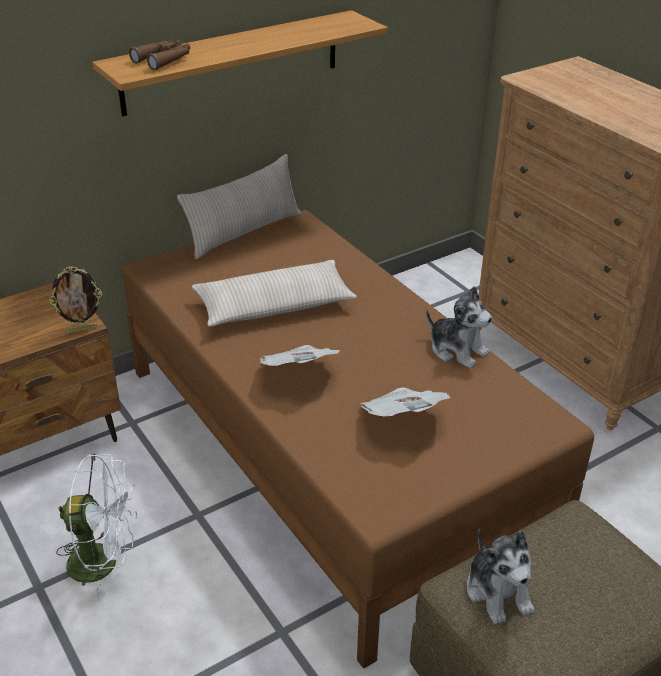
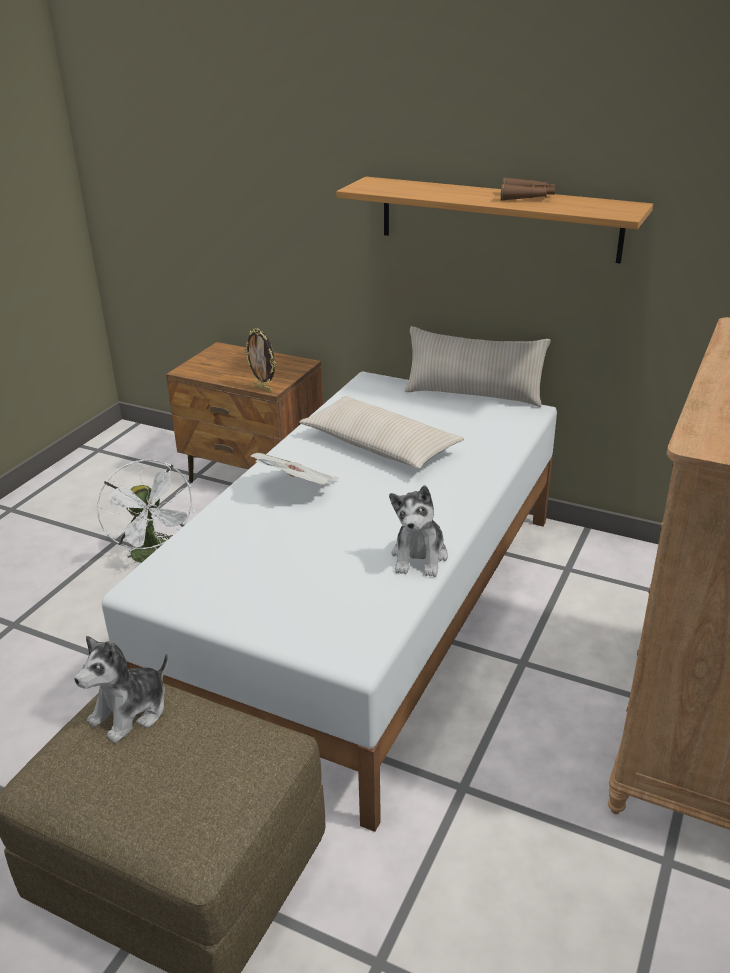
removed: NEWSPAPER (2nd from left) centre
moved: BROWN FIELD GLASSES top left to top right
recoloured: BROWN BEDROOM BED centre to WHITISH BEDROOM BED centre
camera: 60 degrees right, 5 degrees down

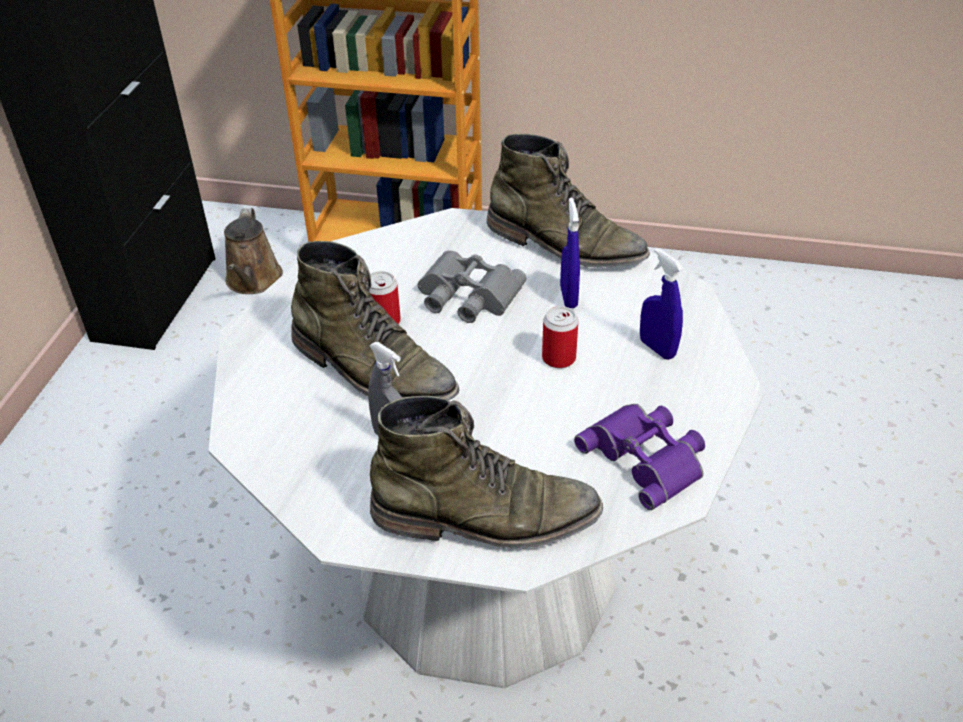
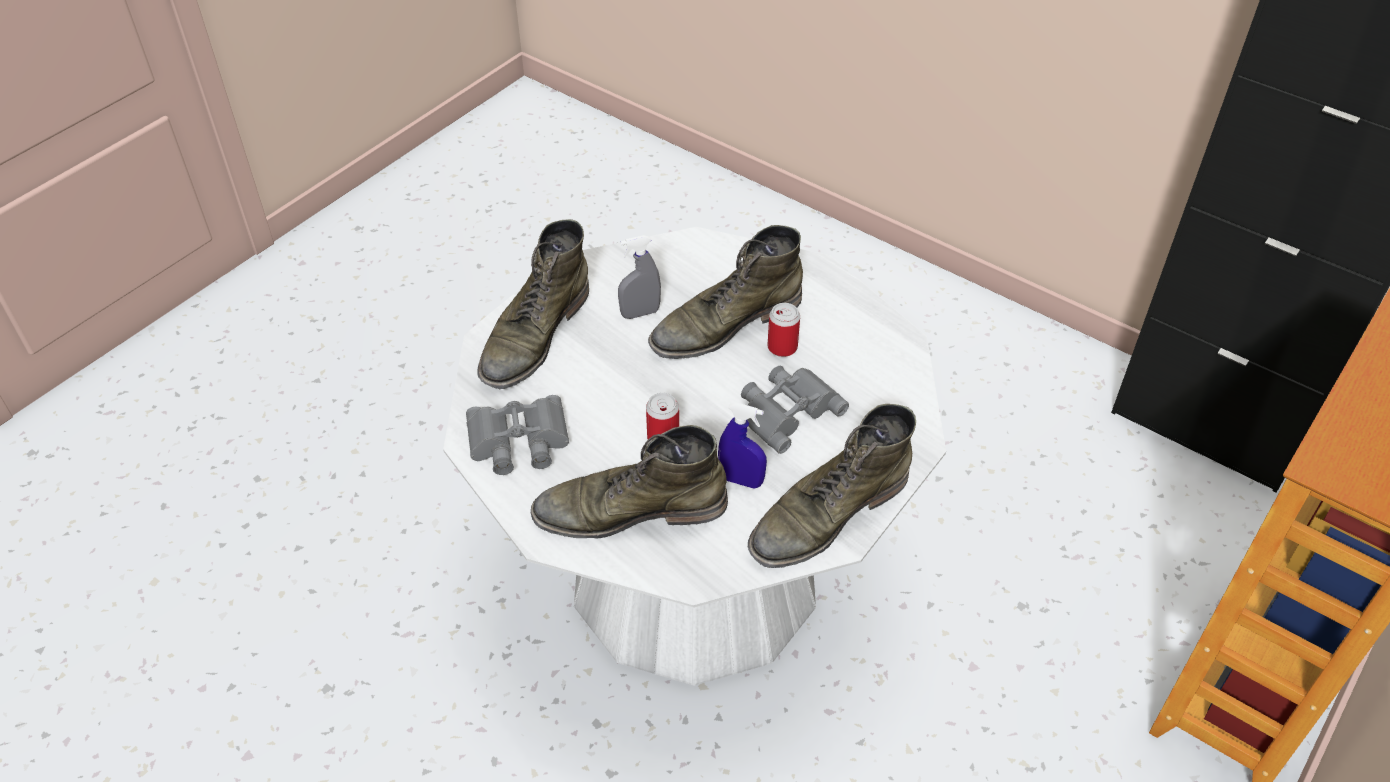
removed: BROWN WATERING POT middle left
replaced: BLUE-COLOURED SPRAYER (2nd from left) middle right to GREENISH BOOT (2nd from left) centre
recoloured: PURPLISH FIELD GLASSES centre to GREY FIELD GLASSES (1st from left) centre
camera: 115 degrees right, 5 degrees up

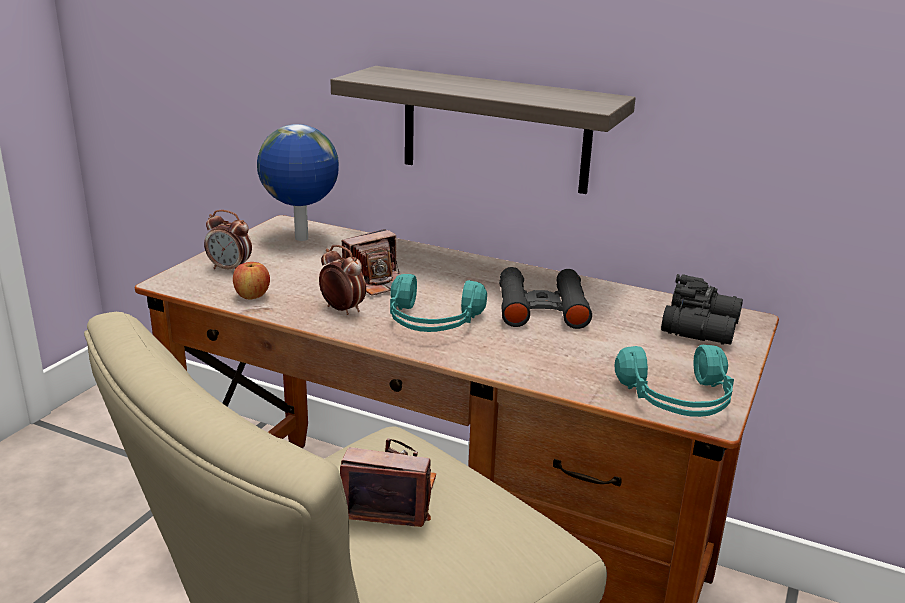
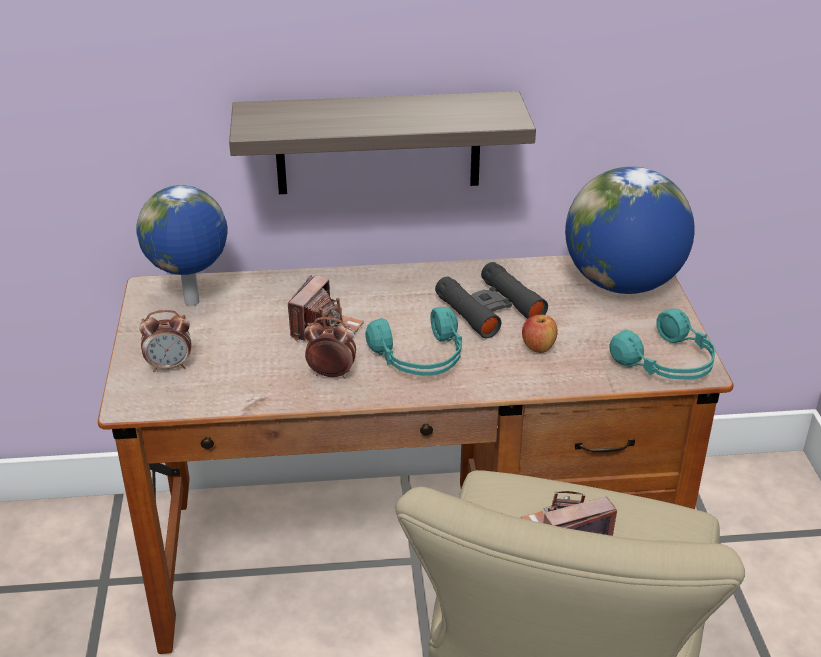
moved: APPLE middle left to centre
replaced: BLACK FIELD GLASSES (2nd from left) middle right to GLOBE (2nd from left) middle right
camera: 30 degrees left, 10 degrees up

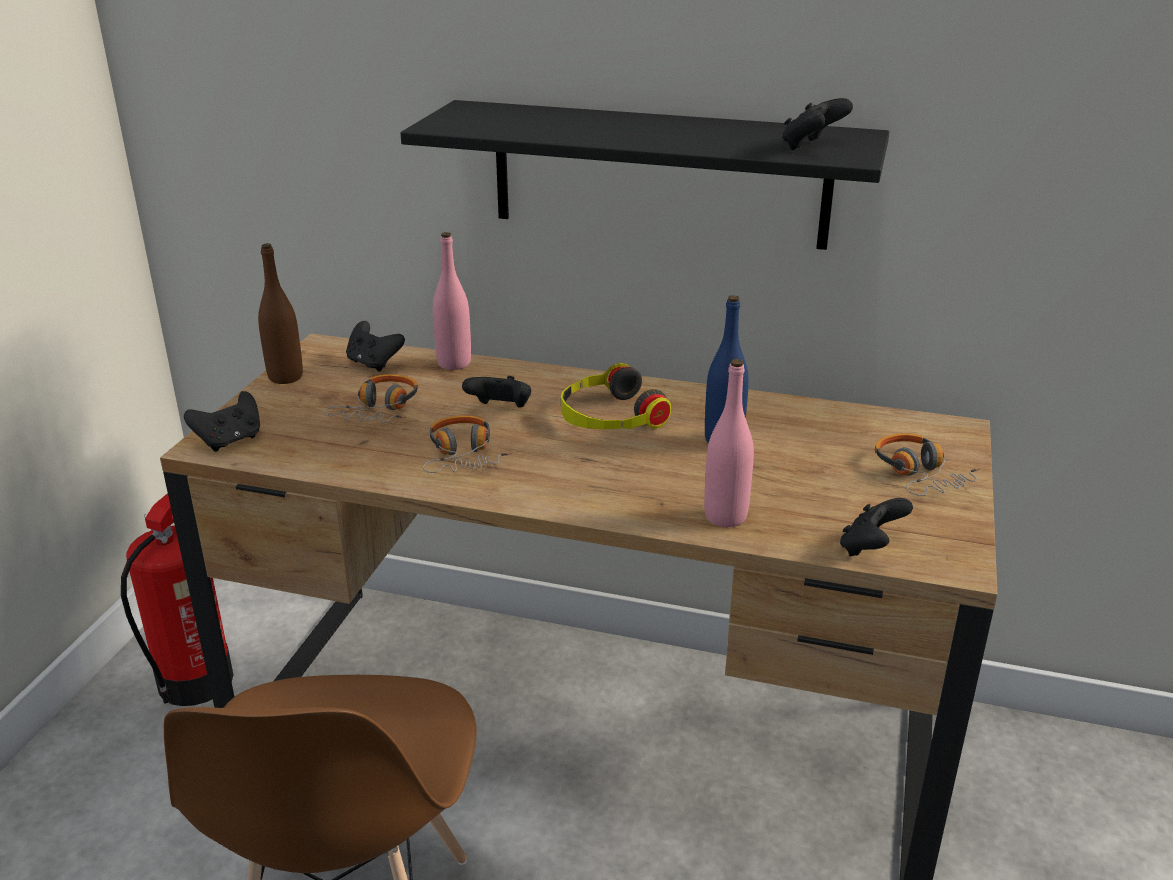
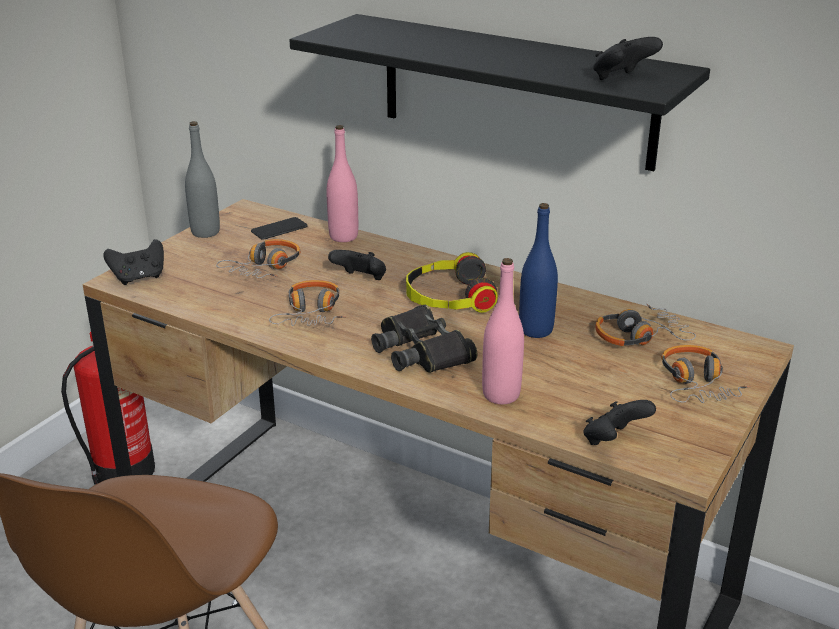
added: BLACK FIELD GLASSES centre; HEADSET (4th from left) middle right
replaced: BLACK GAME CONTROLLER (2nd from left) middle left to HANDSET middle left
recoloured: BROWN BEVERAGE BOTTLE middle left to GREY BEVERAGE BOTTLE top left
camera: 15 degrees right, 0 degrees up

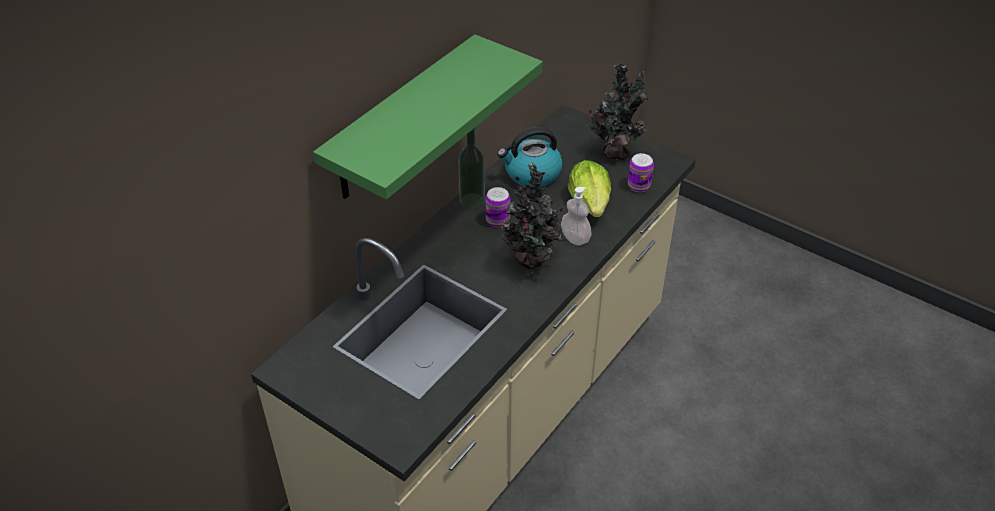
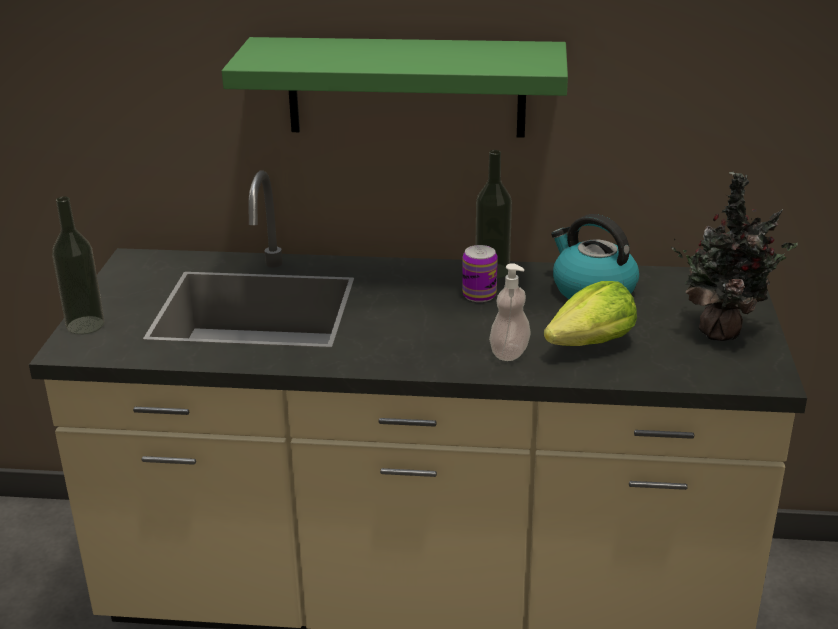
removed: PLANT IN A POT (1st from left) centre; CAN (2nd from left) centre
added: BEVERAGE BOTTLE (1st from left) middle left
camera: 60 degrees right, 15 degrees down

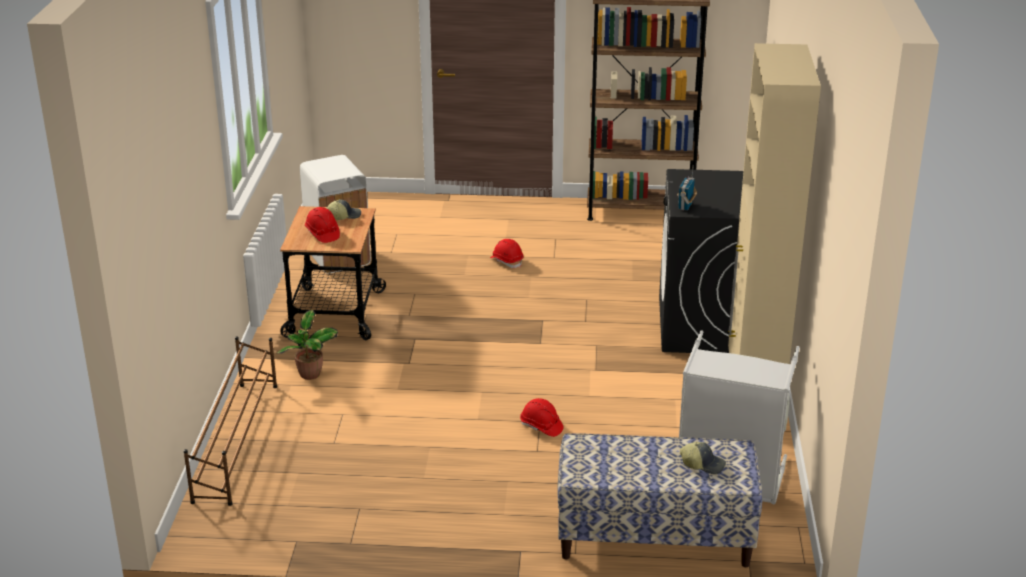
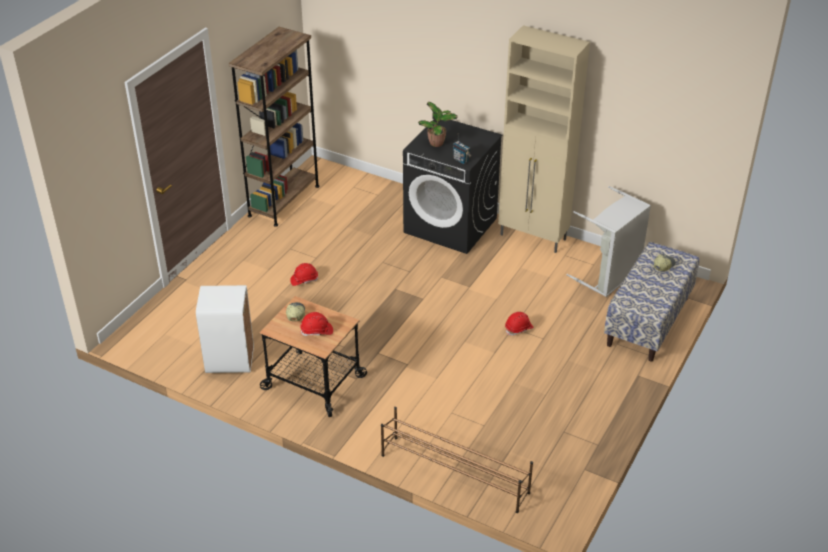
moved: PLANT IN A POT middle left to top centre
camera: 65 degrees left, 10 degrees up

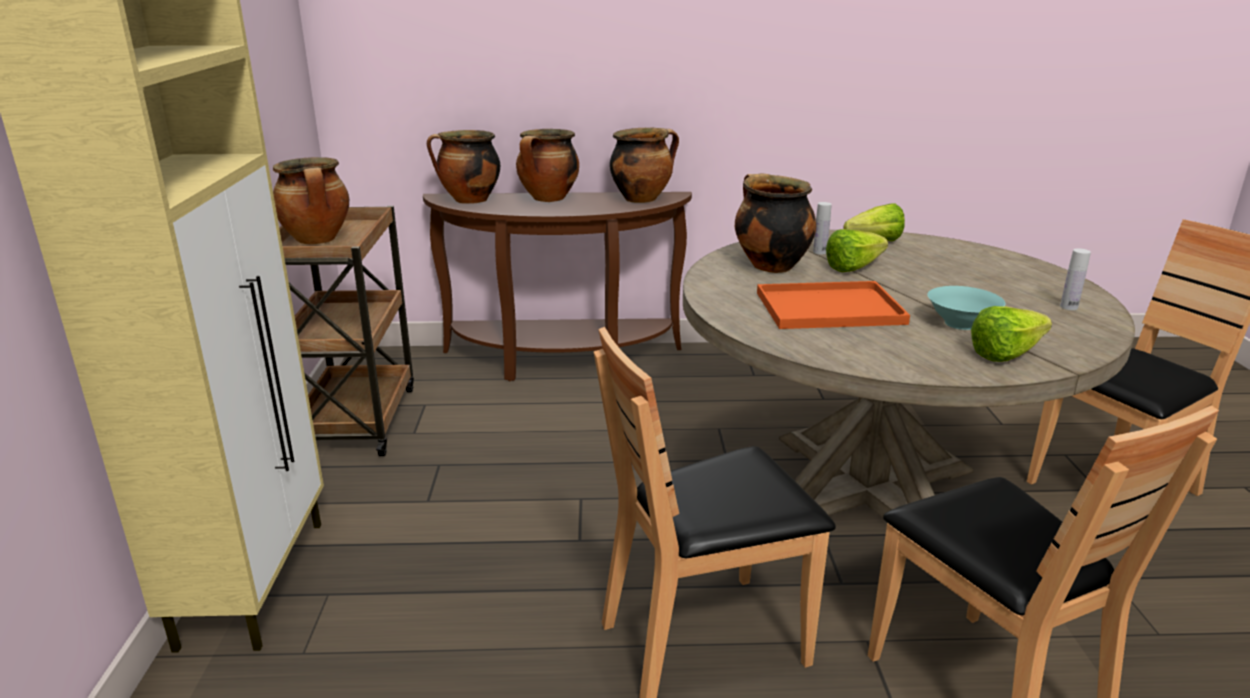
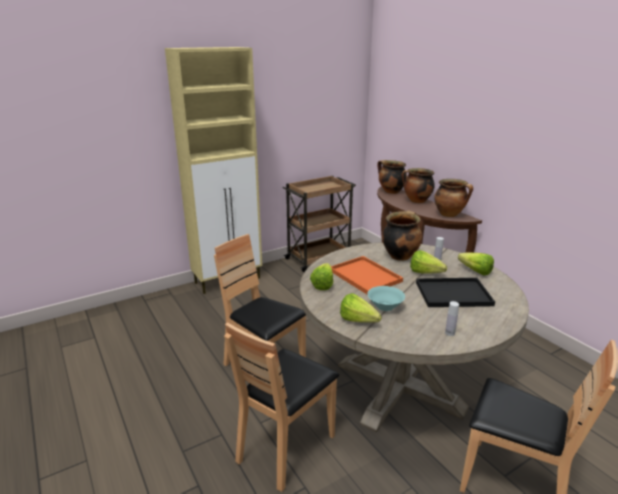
removed: SAUCEPOT (1st from left) top left
added: HEAD OF LETTUCE (1st from left) centre; BLACK SERVING TRAY middle right
camera: 60 degrees right, 0 degrees up

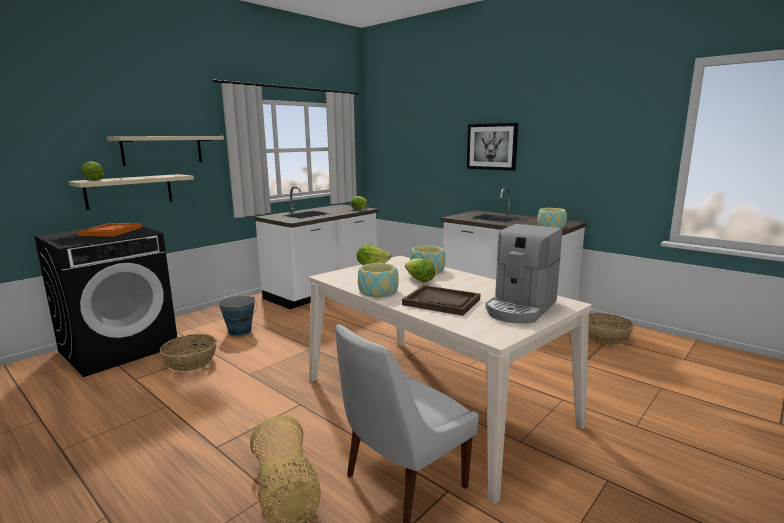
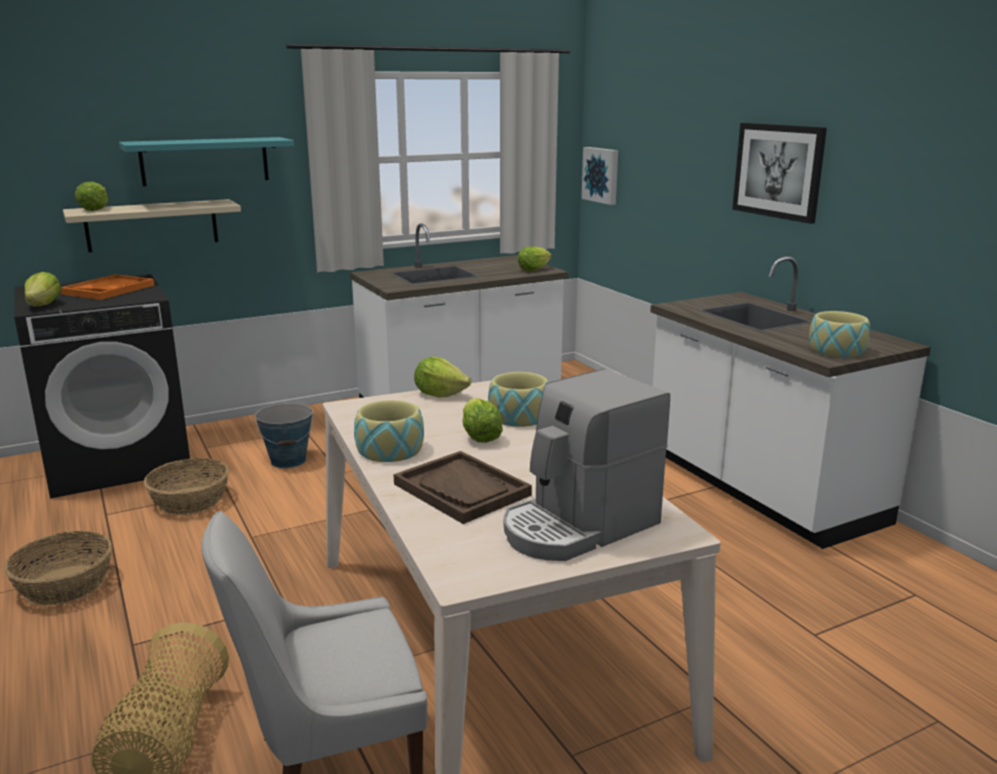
added: HEAD OF LETTUCE (1st from left) middle left; WALL ART (1st from left) top centre
moved: BASKET (3rd from left in the first image) middle right to BASKET (1st from left) bottom left
recoloured: BEIGE-COLOURED WALL SHELF (2nd from left) top left to TURQUOISE WALL SHELF top left
camera: 20 degrees right, 5 degrees up

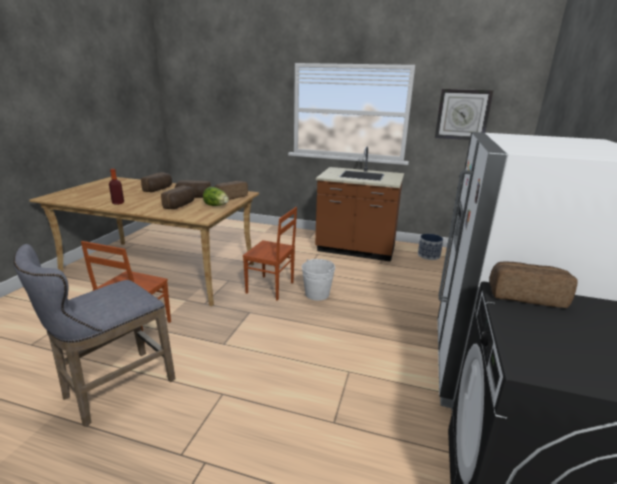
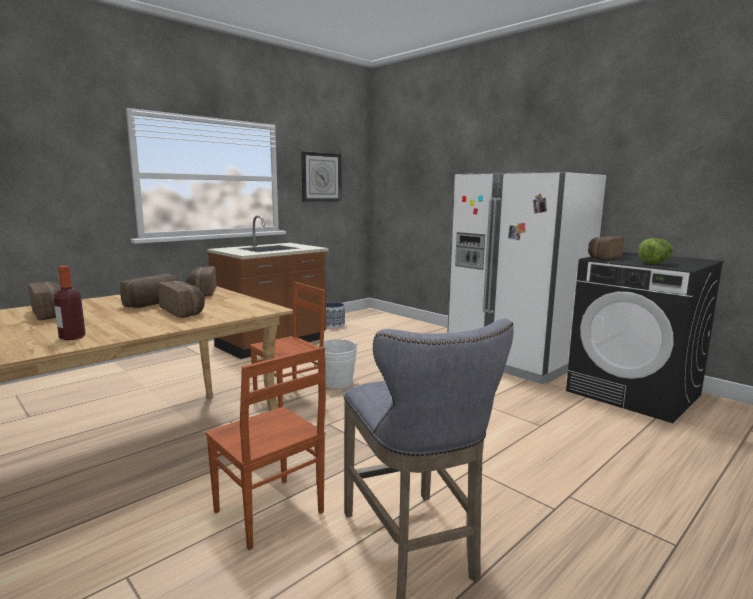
moved: HEAD OF LETTUCE centre to middle right
camera: 60 degrees left, 10 degrees down

